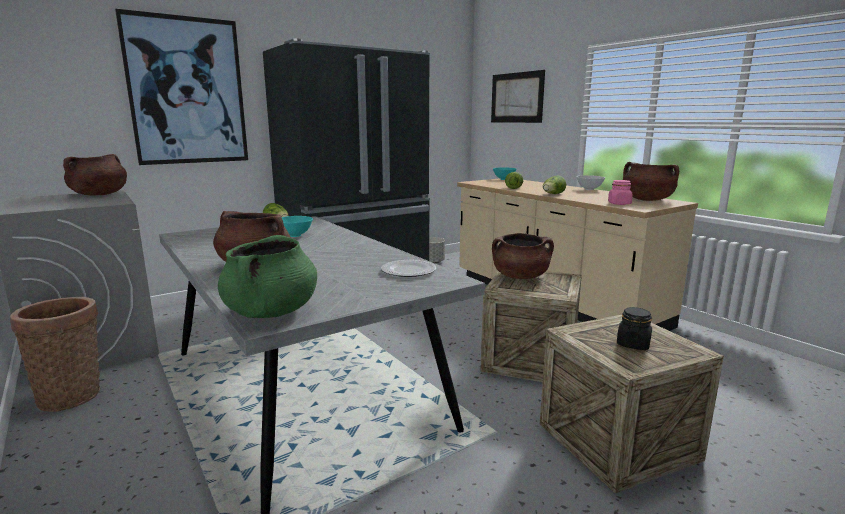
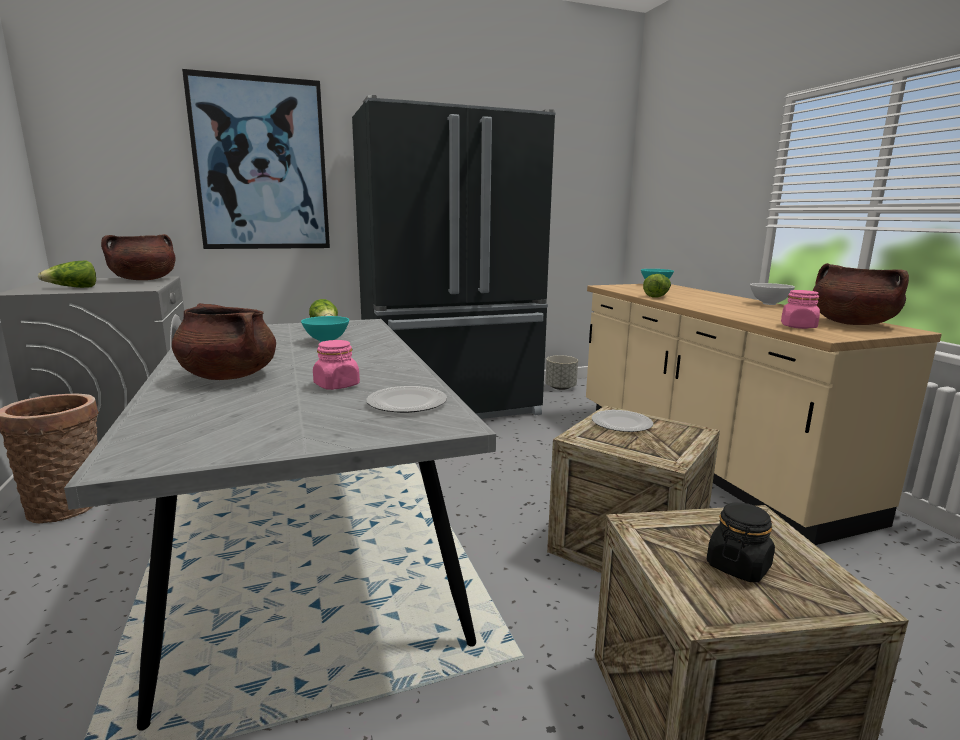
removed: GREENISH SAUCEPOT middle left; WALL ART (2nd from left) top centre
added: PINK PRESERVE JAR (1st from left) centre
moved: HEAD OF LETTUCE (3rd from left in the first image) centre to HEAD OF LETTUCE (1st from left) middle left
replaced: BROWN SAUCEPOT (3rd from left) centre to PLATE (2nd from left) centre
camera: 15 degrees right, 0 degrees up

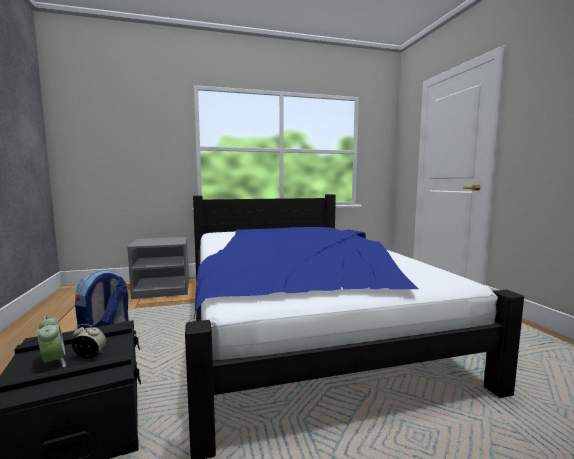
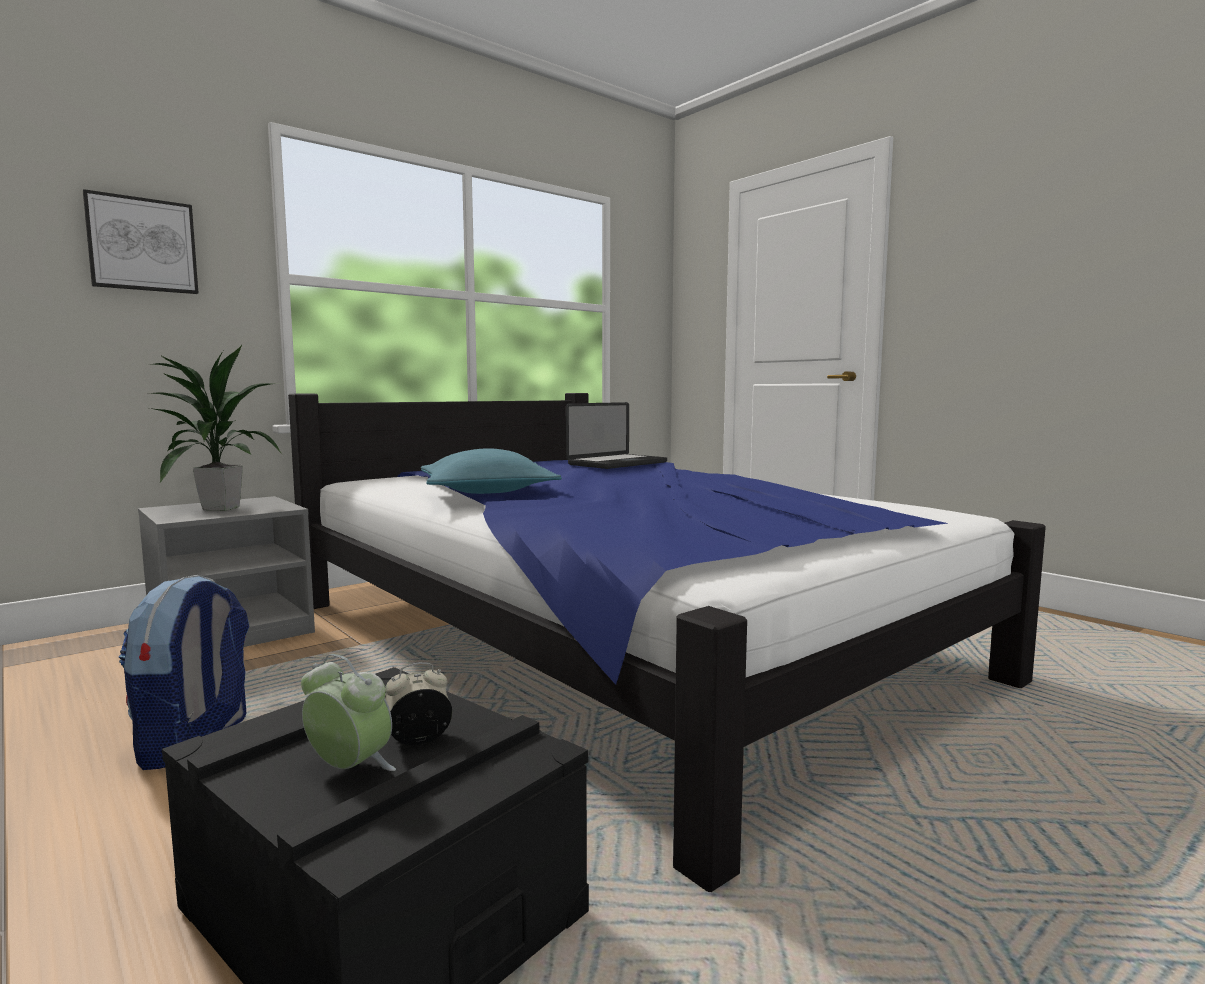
added: WALL ART top left; PLANT IN A POT middle left; TURQUOISE CUSHION centre; LAPTOP centre
camera: 25 degrees left, 0 degrees up

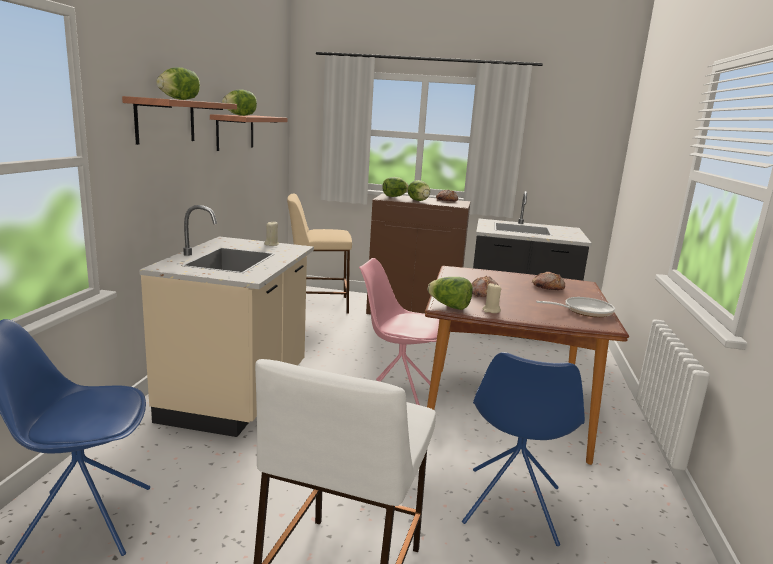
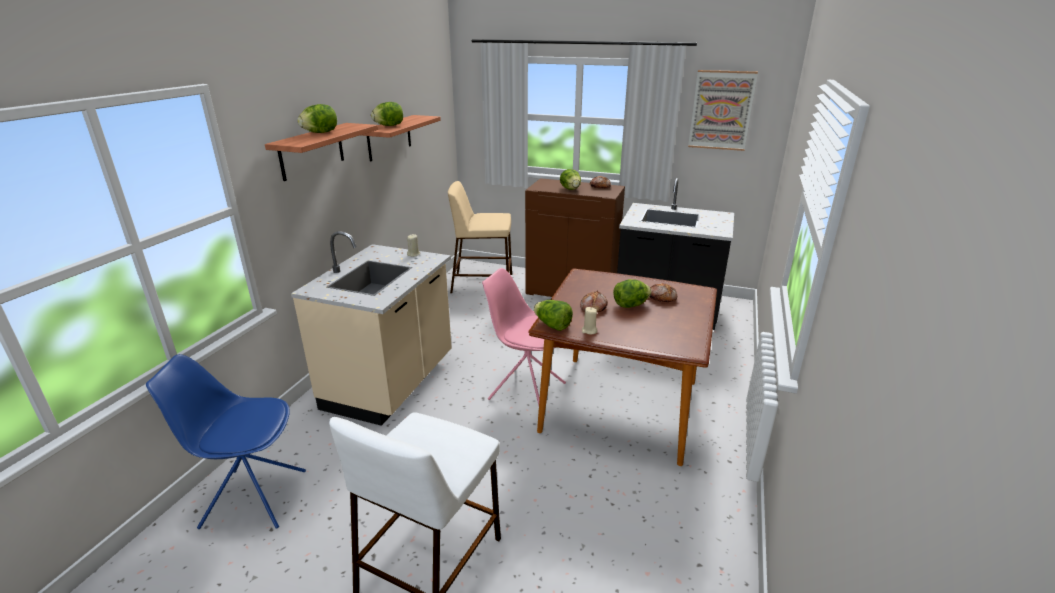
removed: BLUE-COLOURED UPRIGHT CHAIR (2nd from left) bottom right; PAN middle right
added: WALL ART top right
moved: HEAD OF LETTUCE (3rd from left in the first image) top centre to HEAD OF LETTUCE (5th from left) centre
camera: 10 degrees right, 10 degrees up

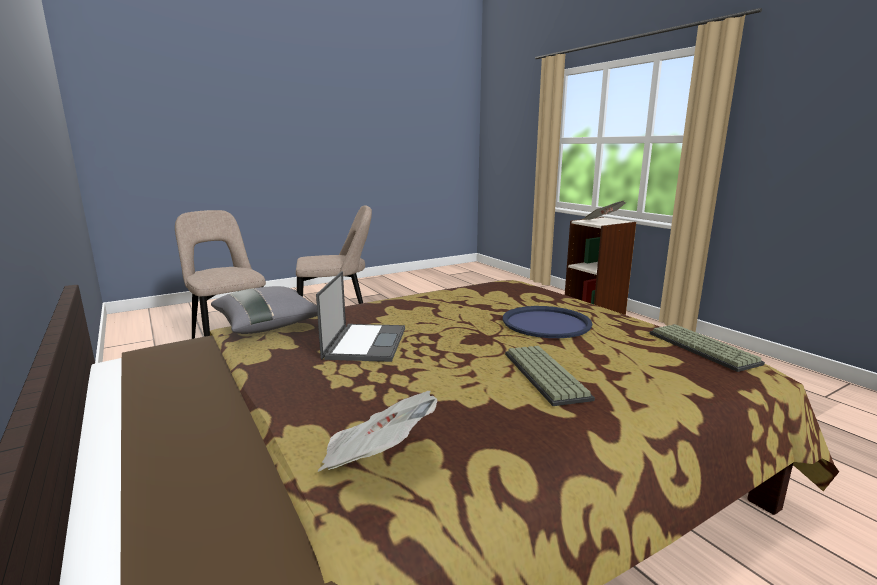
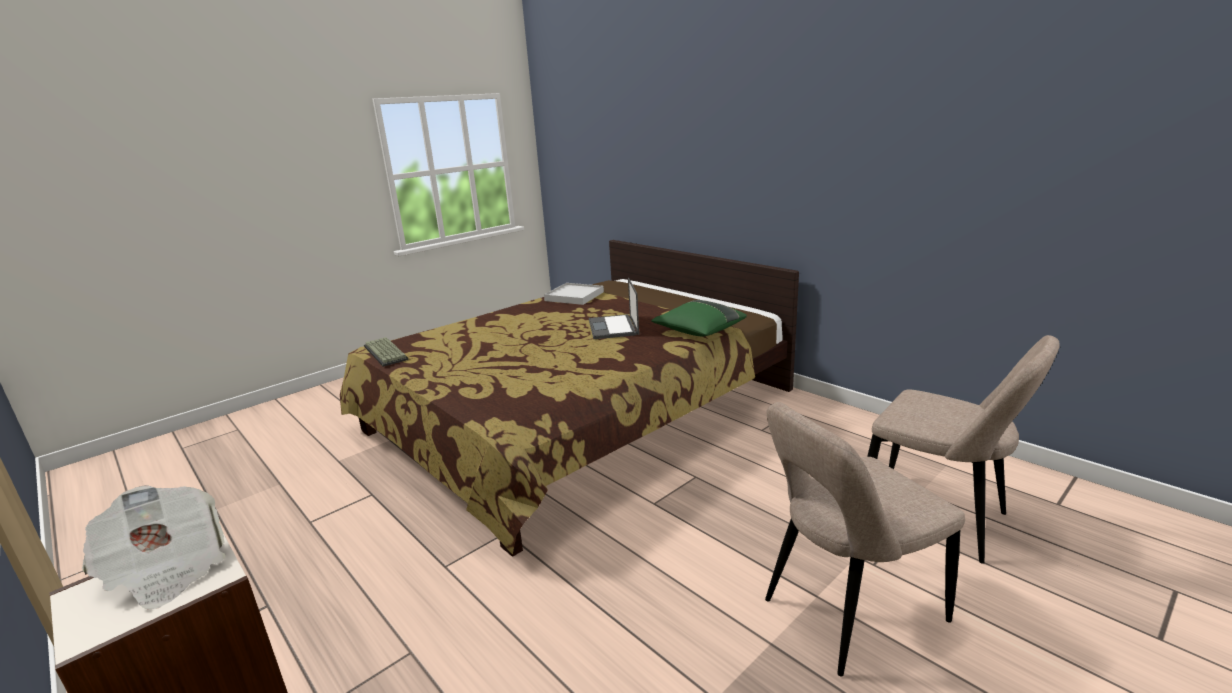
removed: BLUE-COLOURED SERVING TRAY centre; COMPUTER KEYBOARD (1st from left) centre
replaced: NEWSPAPER (1st from left) bottom centre to WHITISH SERVING TRAY centre
recoloured: GREY CUSHION middle left to GREENISH CUSHION centre
camera: 170 degrees right, 5 degrees up

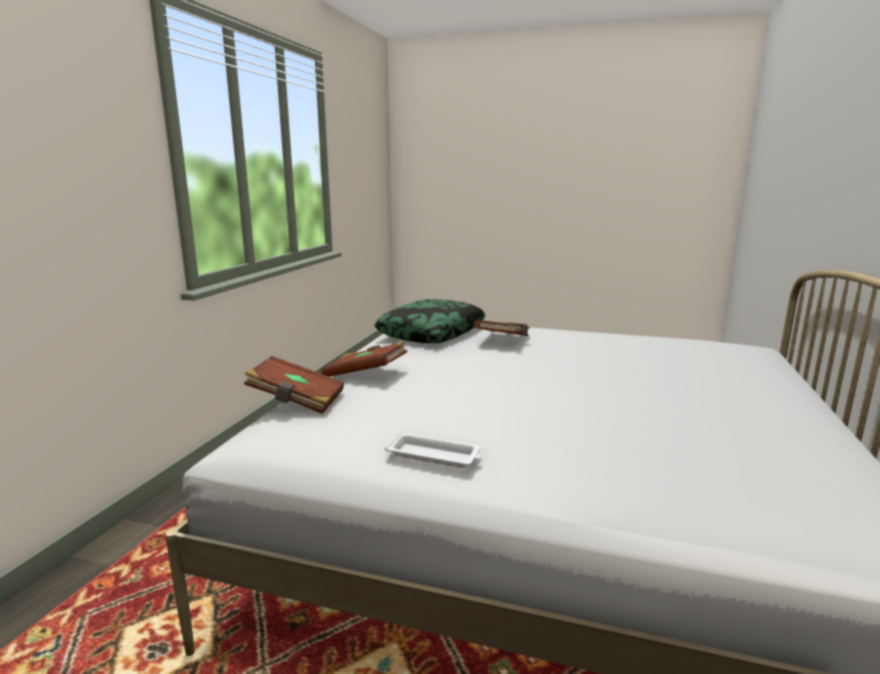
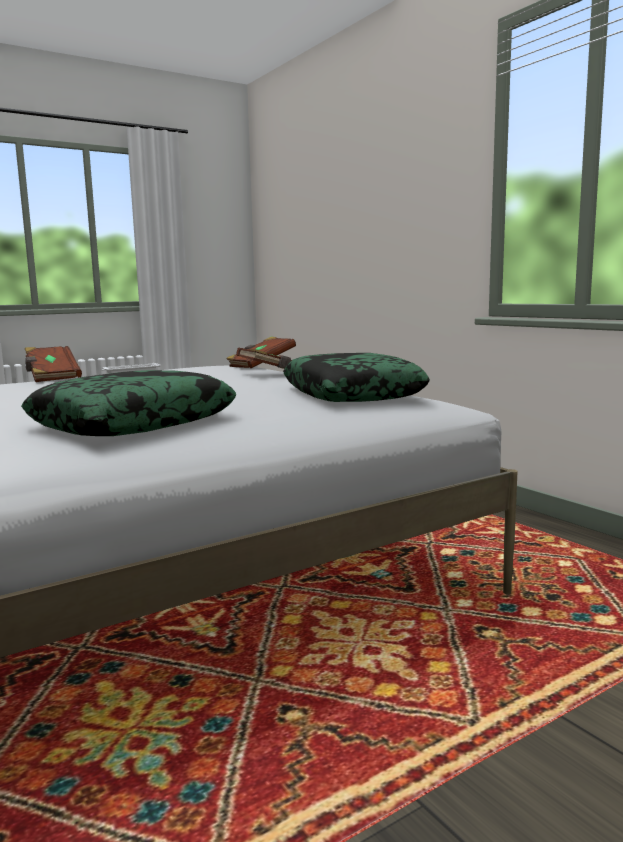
added: CUSHION (1st from left) middle left
moved: BROWN BOUND BOOK (3rd from left in the first image) centre to BROWN BOUND BOOK (1st from left) middle left
camera: 130 degrees right, 5 degrees down

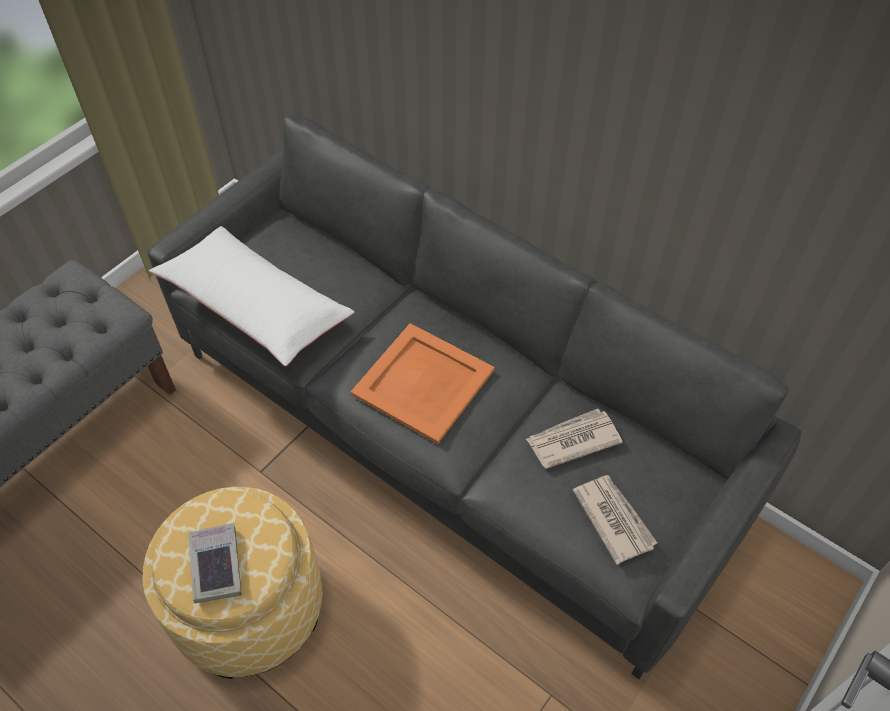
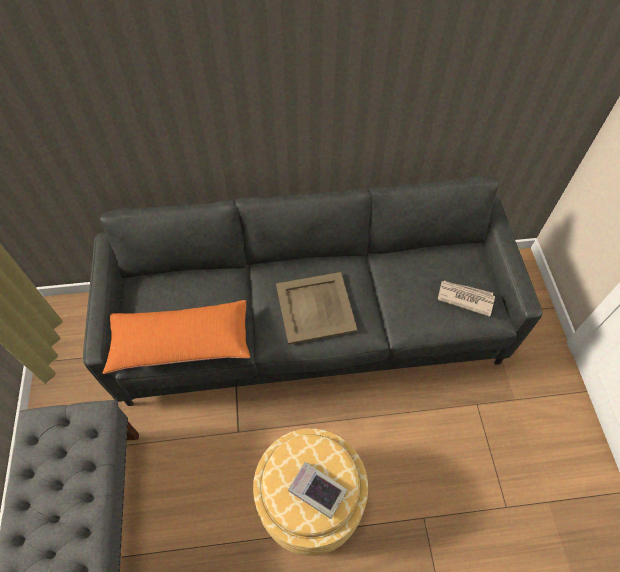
removed: NEWSPAPER (1st from left) centre
recoloured: WHITISH CUSHION middle left to ORANGE-COLOURED CUSHION middle left; ORANGE-COLOURED SERVING TRAY centre to BEIGE-COLOURED SERVING TRAY centre
camera: 45 degrees left, 5 degrees up

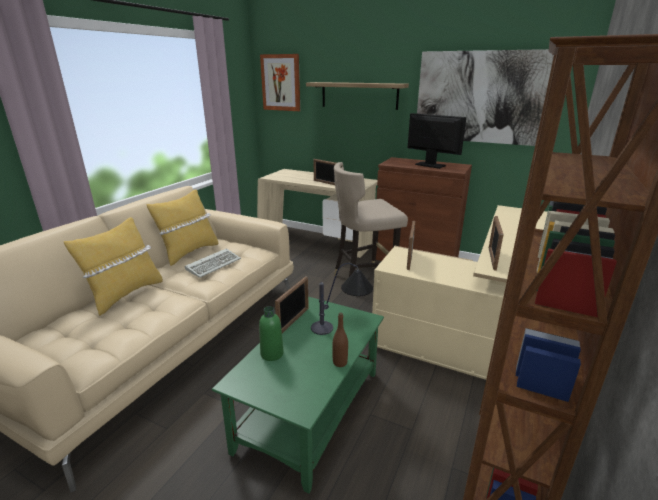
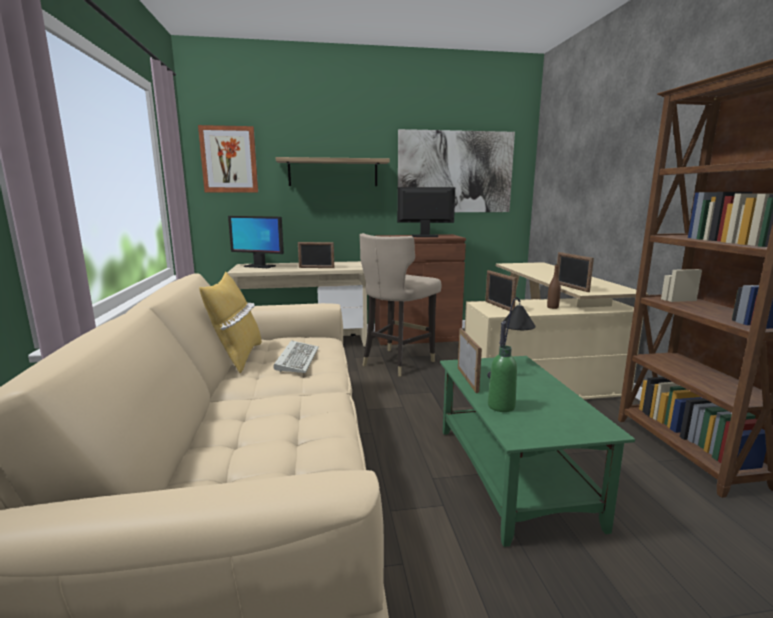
removed: YELLOW-COLOURED CUSHION (1st from left) middle left
added: COMPUTER SCREEN (1st from left) middle left
moved: BROWN BEVERAGE BOTTLE bottom centre to middle right
camera: 35 degrees left, 10 degrees down

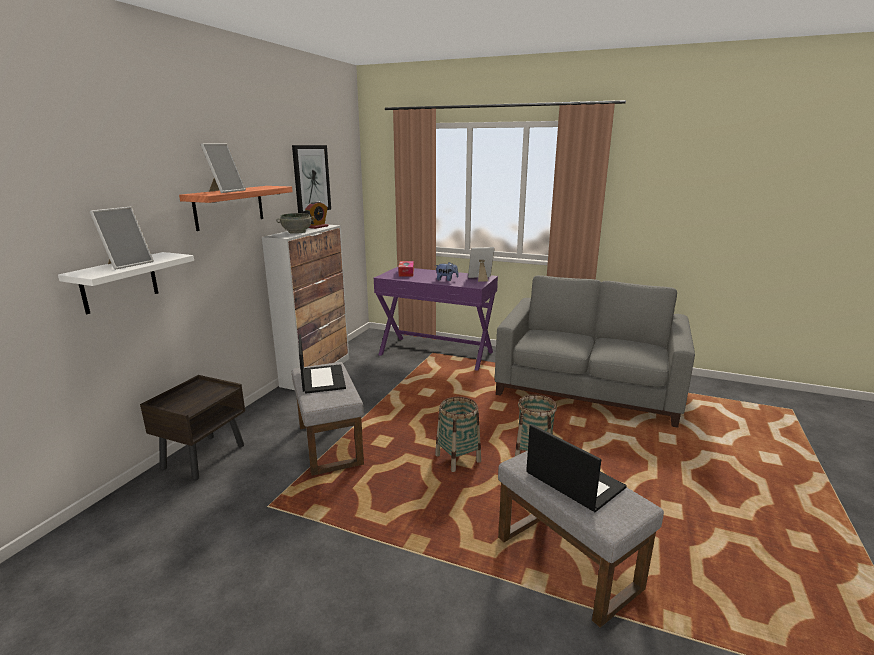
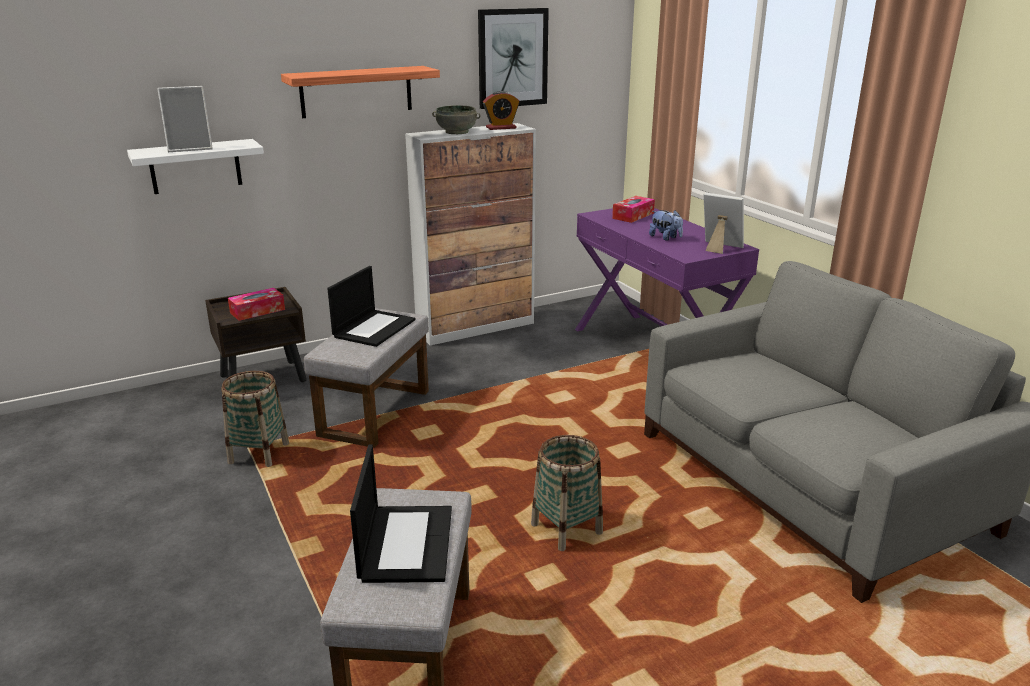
removed: PICTURE FRAME (2nd from left) top left
added: TISSUE HOLDER (1st from left) middle left
moved: BASKET (1st from left) centre to middle left
camera: 40 degrees right, 5 degrees up

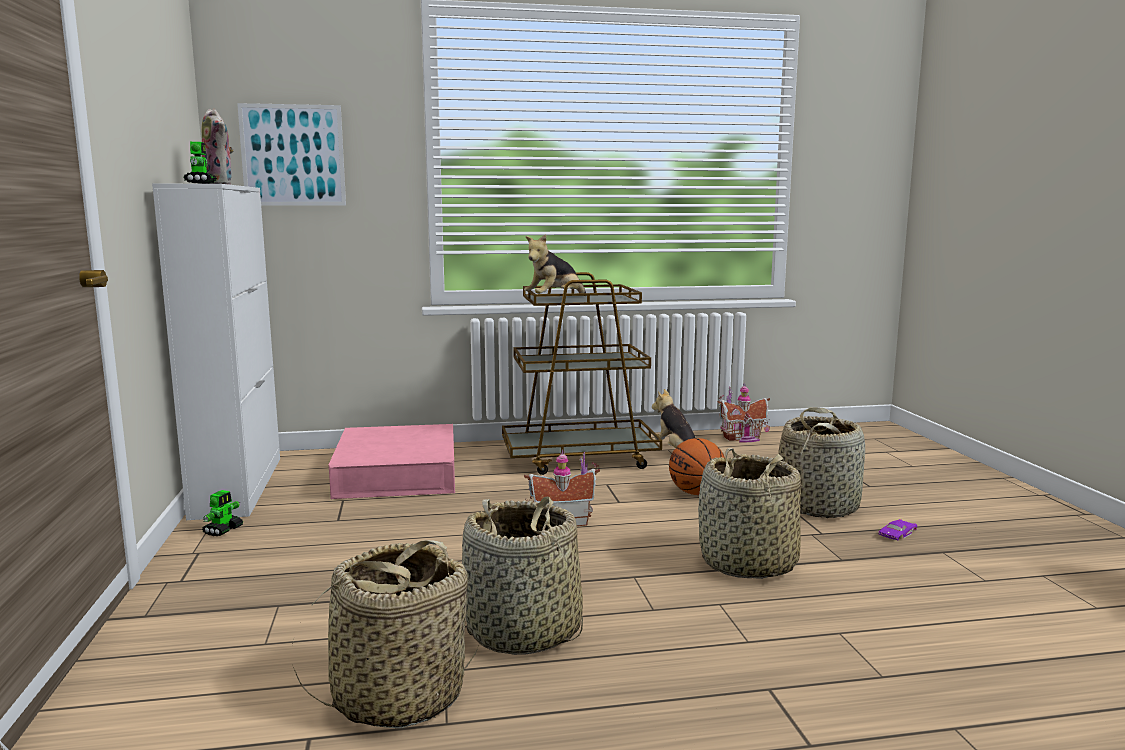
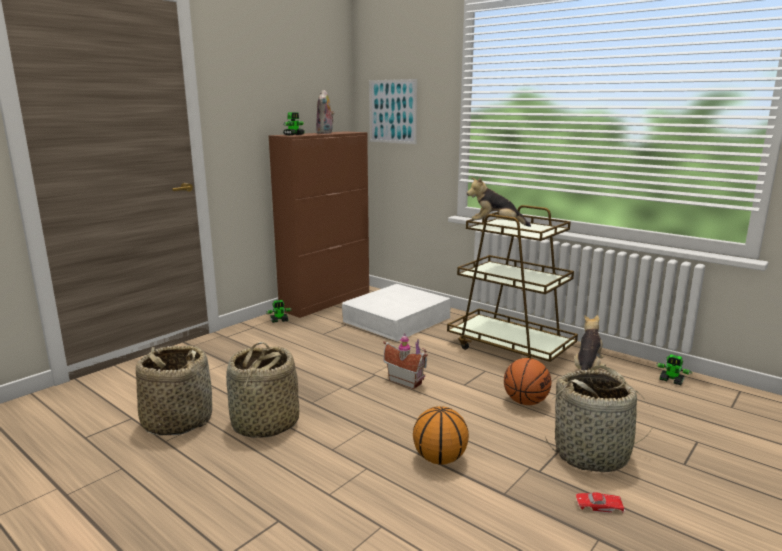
replaced: BASKET (3rd from left) bottom centre to BASKETBALL BALL (1st from left) bottom centre; MINIATURE HOUSE (2nd from left) centre to TOY ROBOT (3rd from left) bottom right
recoloured: WHITISH CABINET middle left to BROWN CABINET centre; PINK STORAGE CONTAINER centre to WHITISH STORAGE CONTAINER centre; PURPLISH TOY CAR bottom right to RED-COLOURED TOY CAR bottom right
camera: 50 degrees right, 5 degrees up

